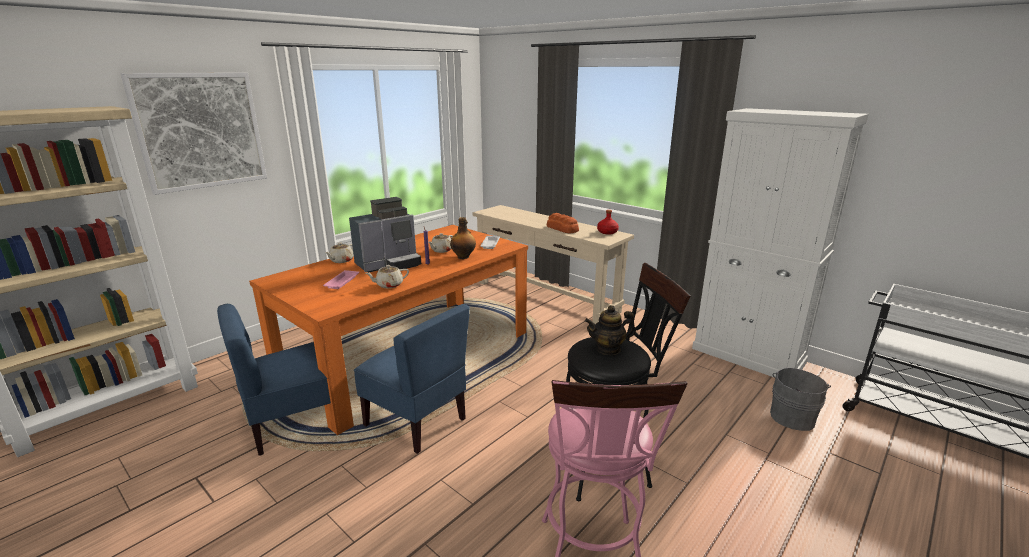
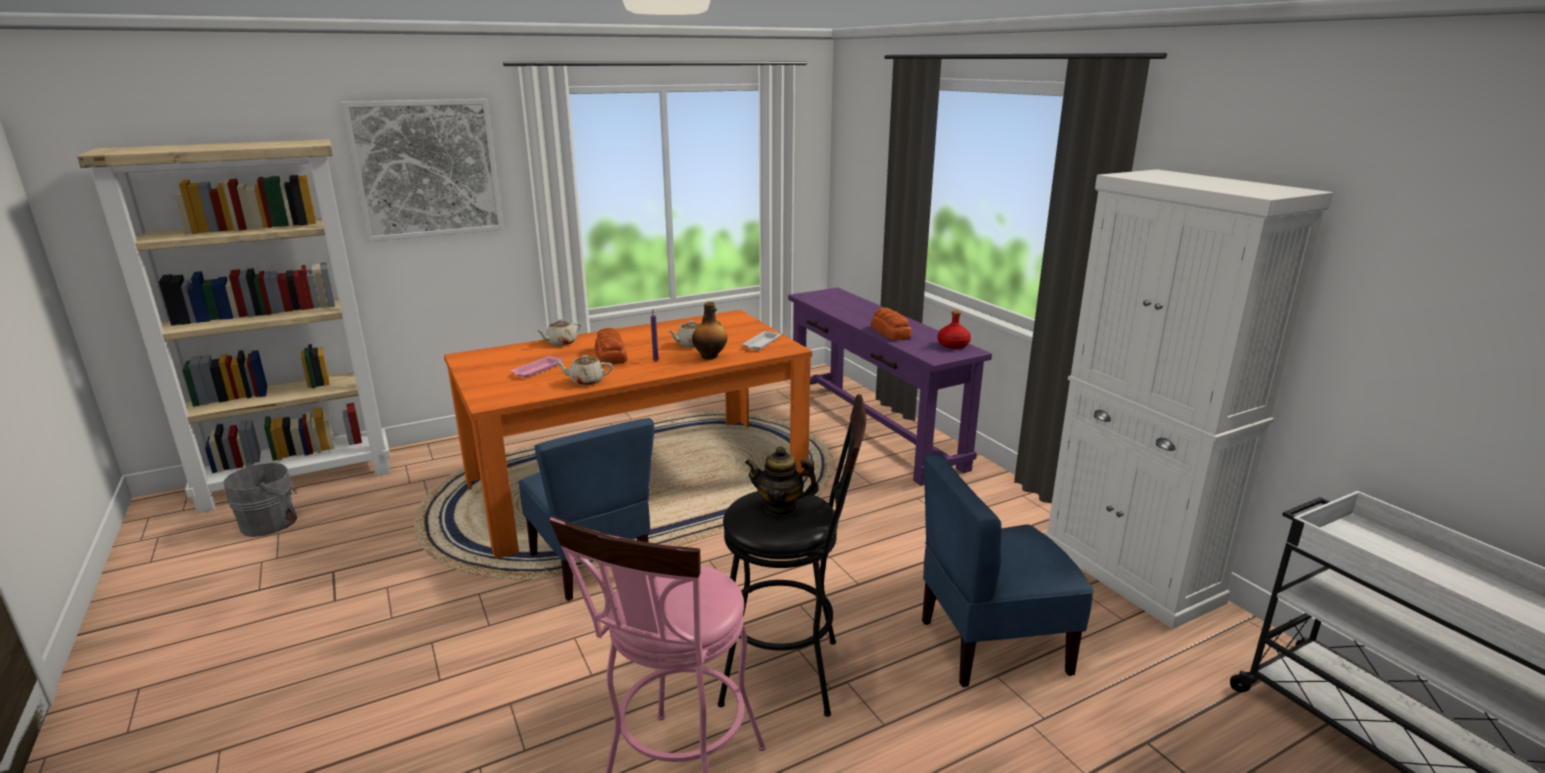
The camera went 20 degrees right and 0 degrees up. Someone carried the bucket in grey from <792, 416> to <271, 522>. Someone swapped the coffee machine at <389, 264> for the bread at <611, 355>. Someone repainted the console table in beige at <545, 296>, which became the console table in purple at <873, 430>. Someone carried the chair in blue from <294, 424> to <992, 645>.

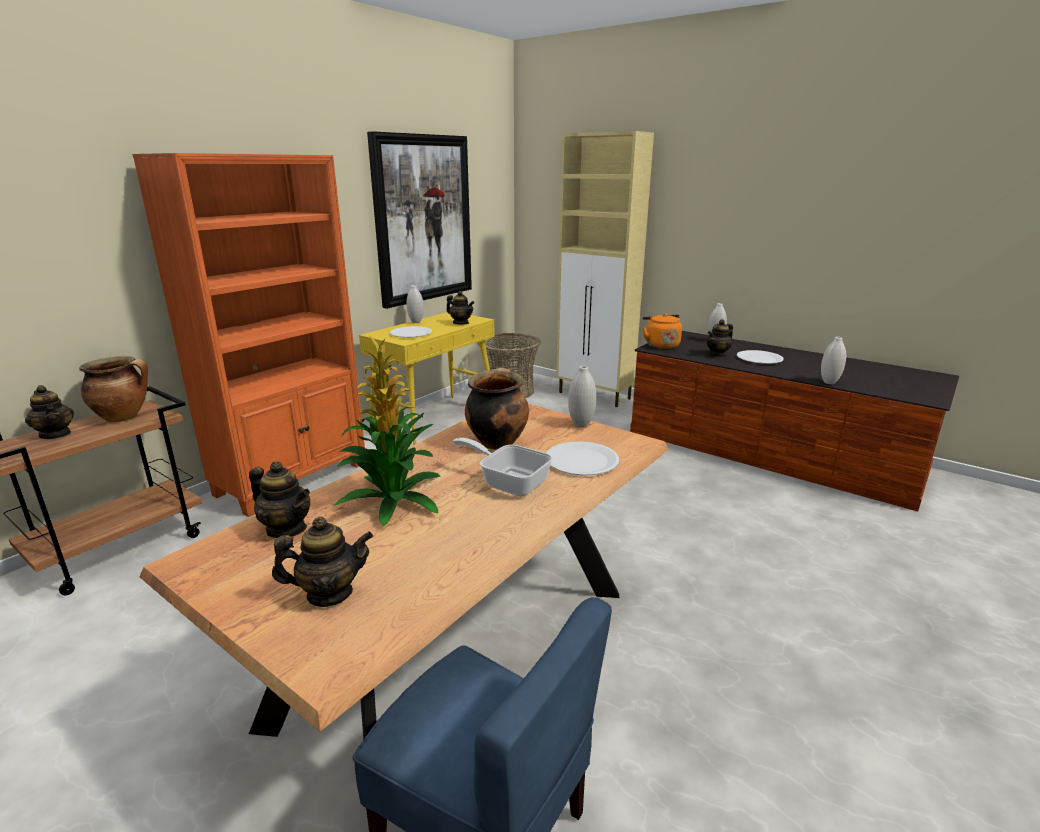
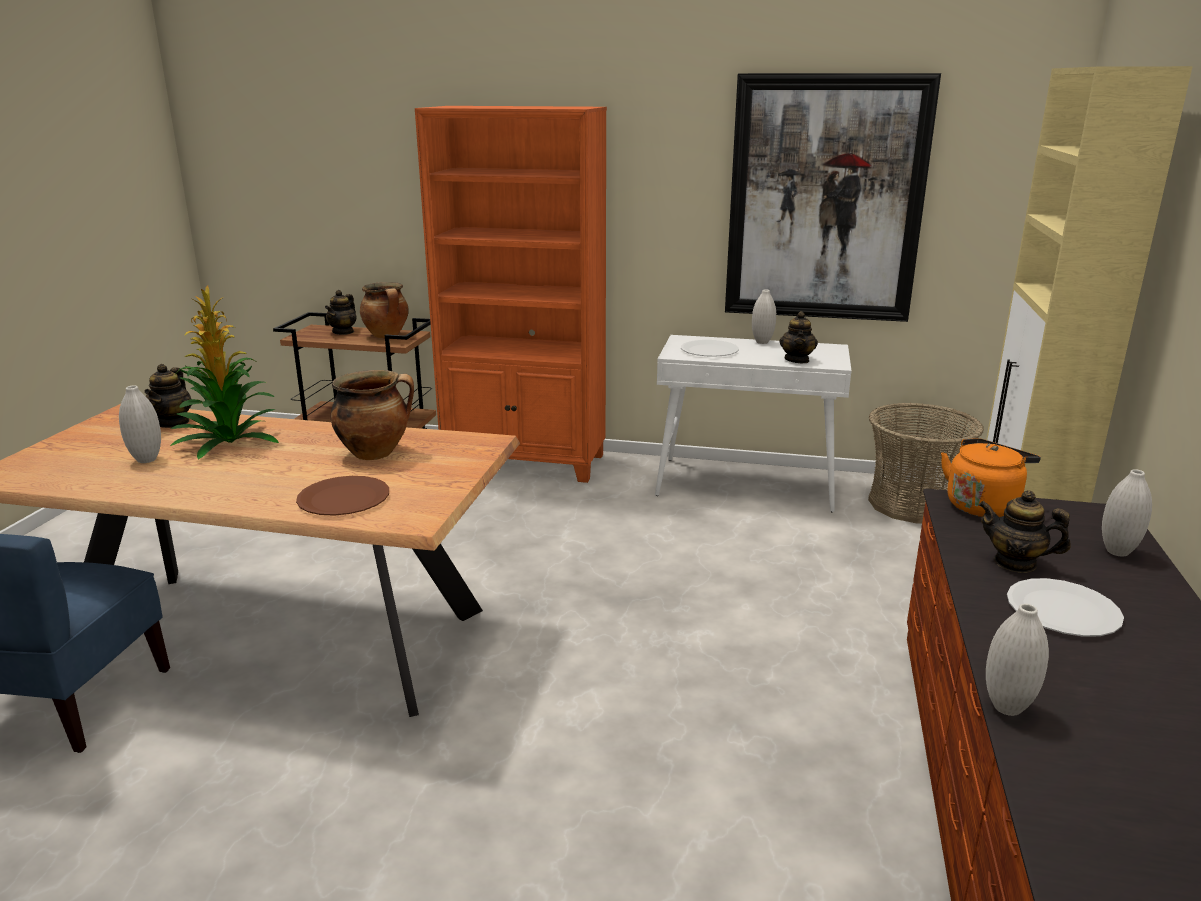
The camera went 65 degrees right and 0 degrees up. Someone carried the vase in white from <581, 425> to <147, 460>. Someone repainted the plate in white at <581, 461>, which became the plate in brown at <343, 498>. Someone repainted the console table in yellow at <435, 419>, which became the console table in white at <747, 484>. Someone took away the teapot at <329, 593>. Someone took away the frying pan at <509, 482>.

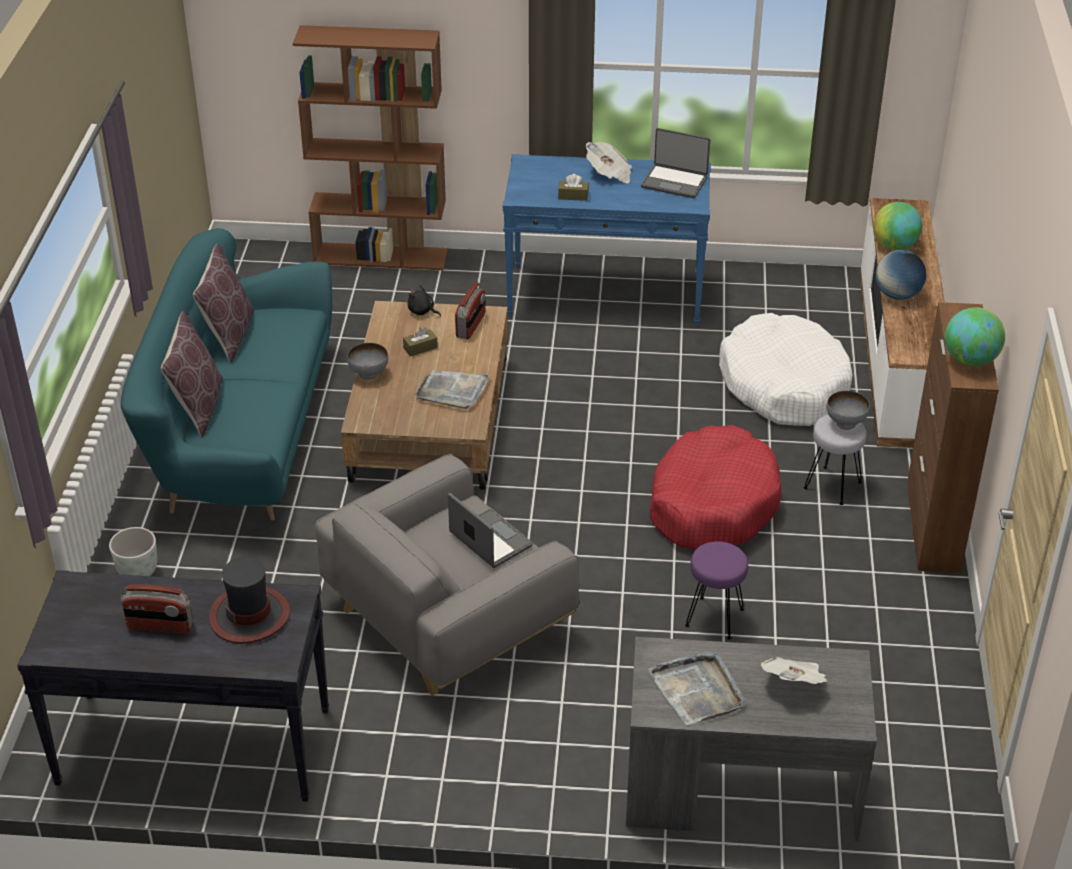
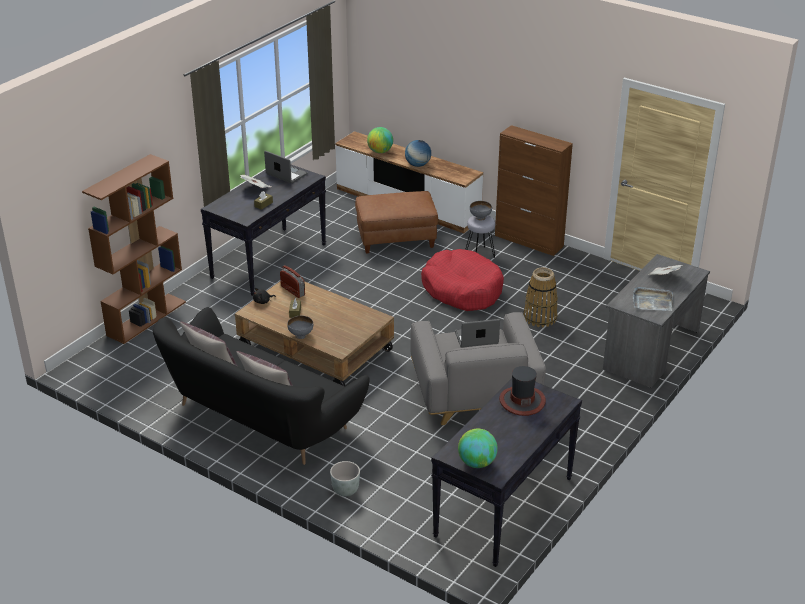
The camera went 60 degrees left and 5 degrees down. Someone repainted the sofa in turquoise at <241, 435>, which became the sofa in black at <260, 418>. Someone repainted the console table in blue at <606, 294>, which became the console table in black at <269, 260>. Someone rotated the laptop at <674, 182> by 105 degrees counterclockwise. Someone swapped the dog bed in white at <784, 385> for the ottoman in brown at <396, 239>. Someone carried the globe from <970, 360> to <477, 463>. Someone swapped the stool in purple at <714, 618> for the basket at <540, 317>. Someone took away the radio at <160, 626>. Someone took away the tray in grey at <452, 391>.

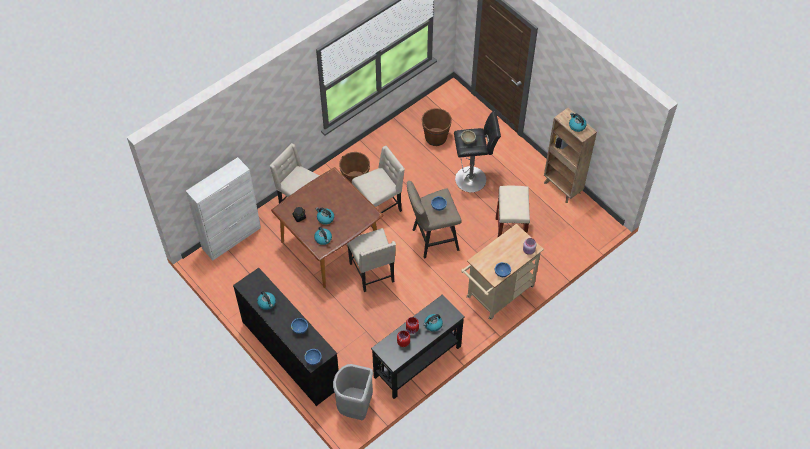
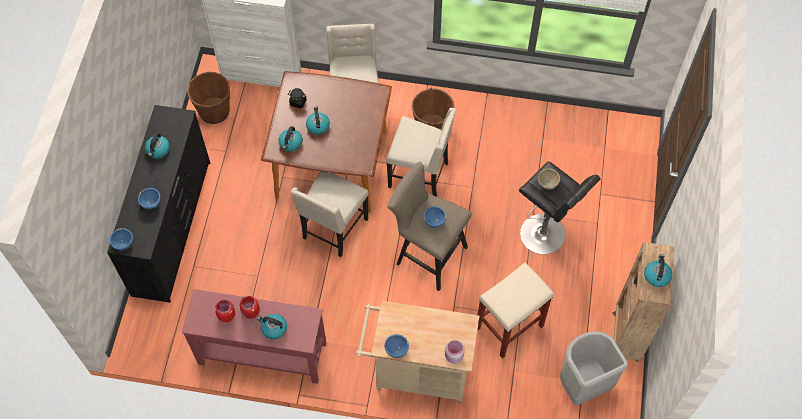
The camera went 50 degrees right and 5 degrees up. Someone repainted the console table in black at <417, 361>, which became the console table in red at <262, 353>. Someone carried the bucket in brown from <436, 137> to <214, 111>. Someone carried the trash can in grey from <355, 406> to <583, 384>.

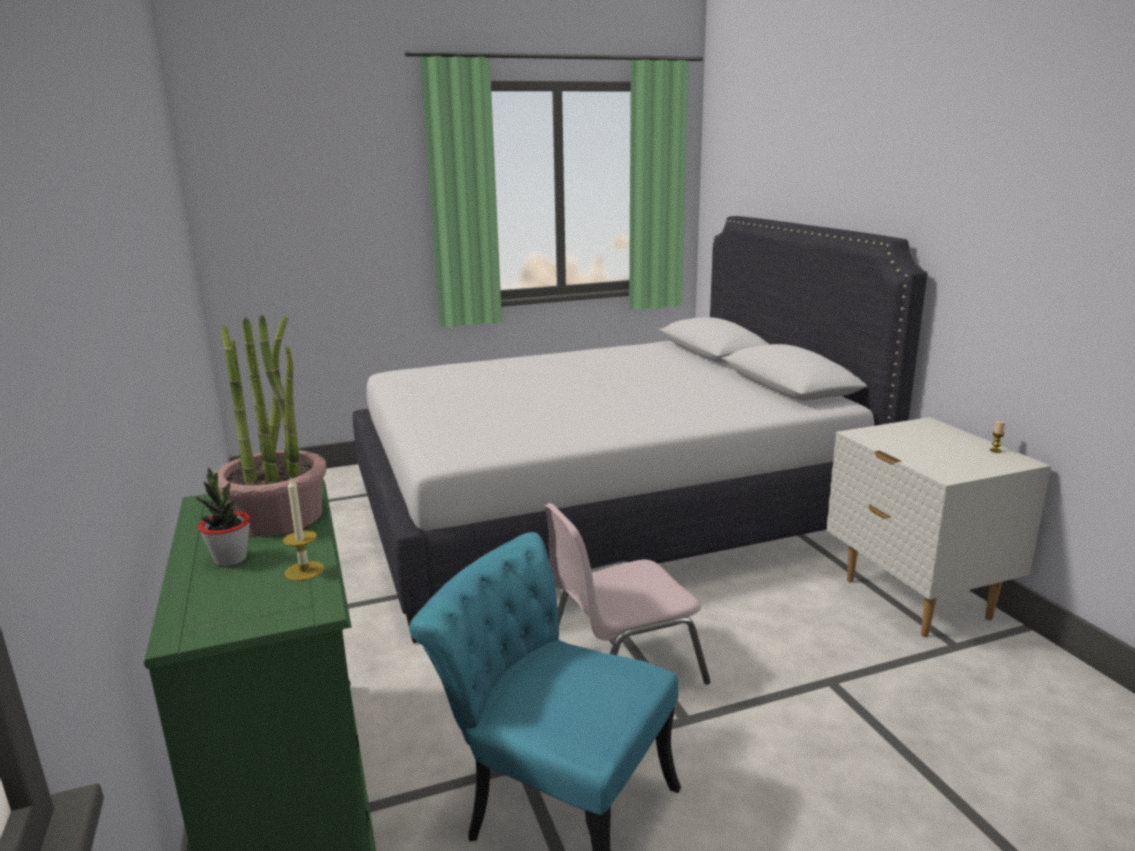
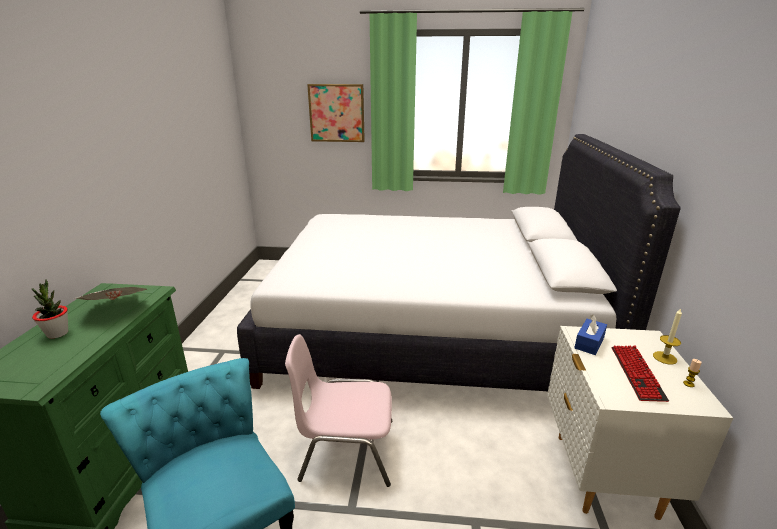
The camera went 25 degrees right and 5 degrees up. Someone swapped the potted plant at <277, 515> for the newspaper at <117, 308>. Someone put up the picture at <337, 113>. Someone put down the tissue box in blue at <589, 343>. Someone put down the keyboard at <637, 373>. Someone carried the candle from <304, 571> to <664, 358>.

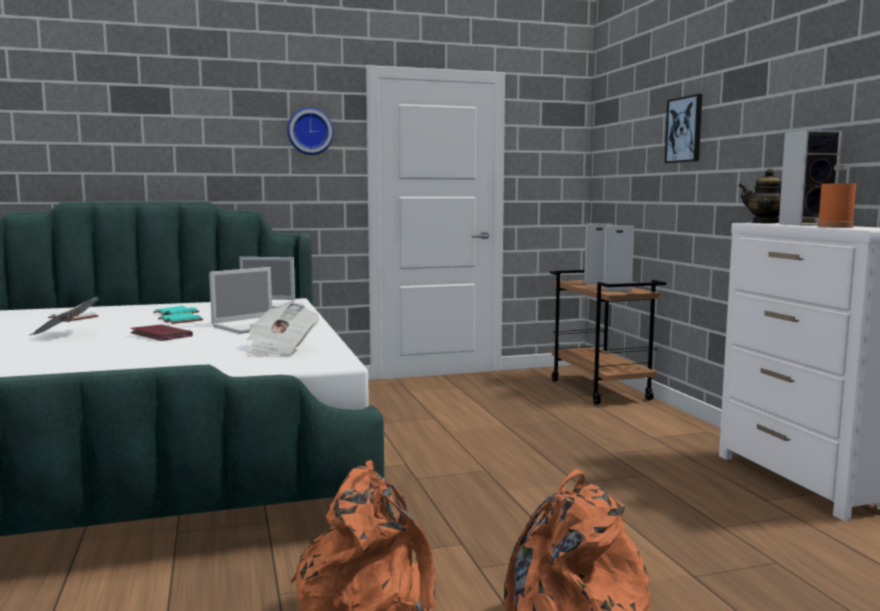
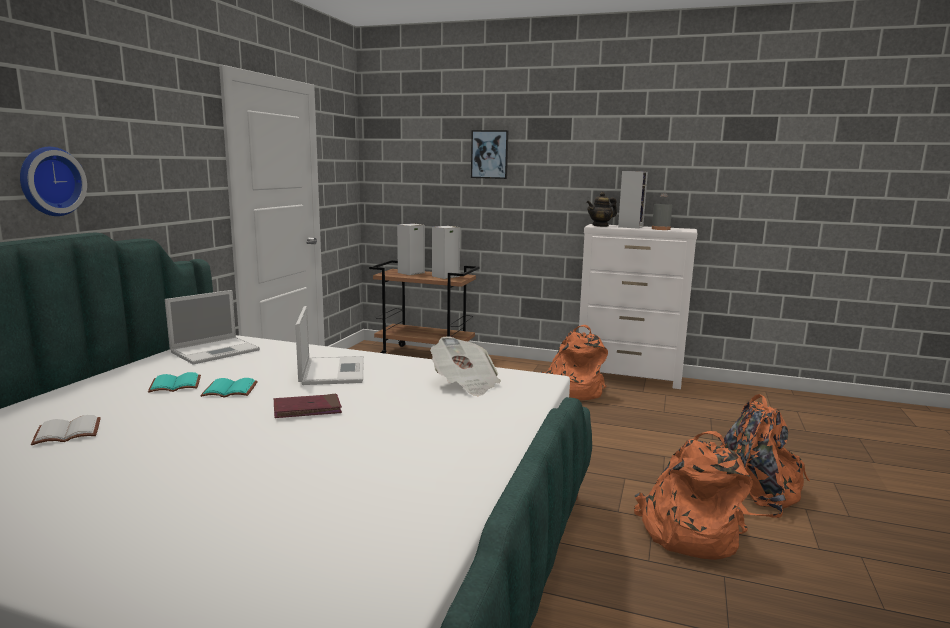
The camera went 55 degrees left and 5 degrees up. Someone carried the wall clock from <310, 131> to <49, 181>. Someone put down the backpack in orange at <572, 391>. Someone repainted the bottle in orange at <835, 227>, which became the bottle in grey at <661, 229>. Someone took away the newspaper at <65, 335>.

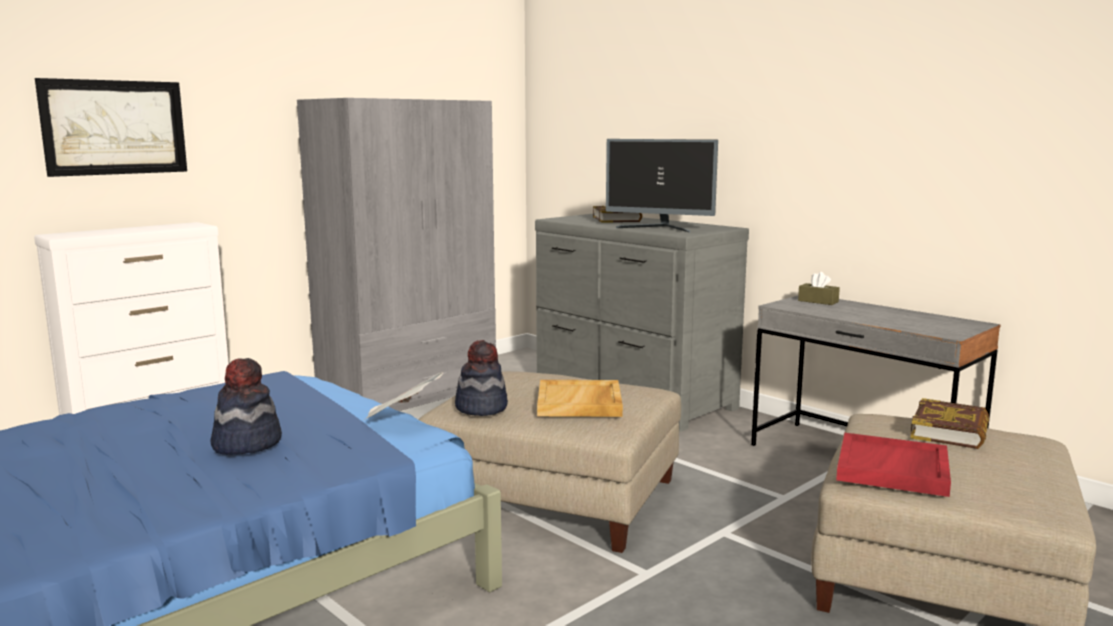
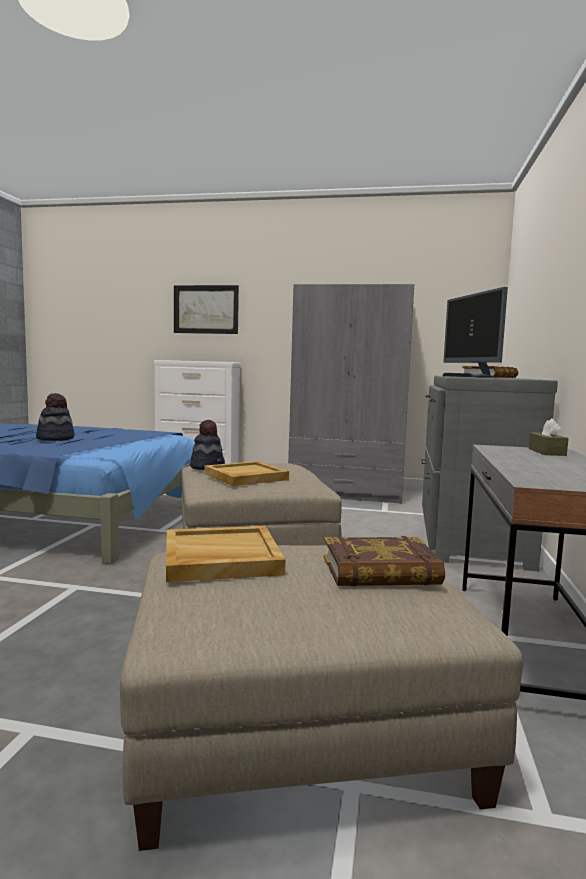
The camera went 55 degrees right and 5 degrees down. Someone repainted the tray in red at <893, 469>, which became the tray in beige at <220, 558>. Someone took away the newspaper at <402, 417>.

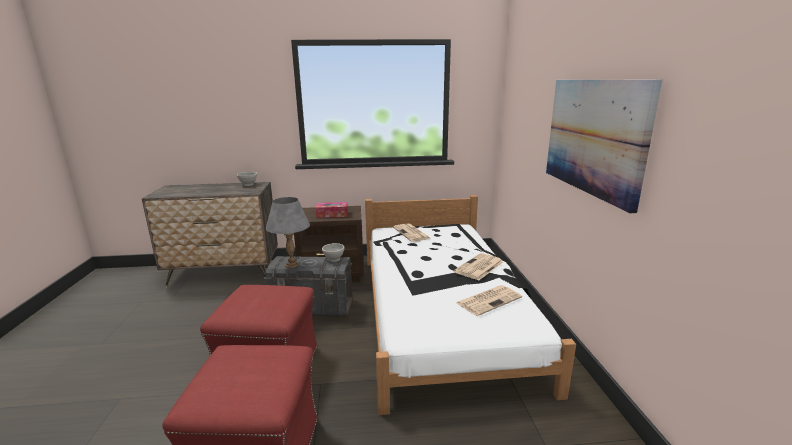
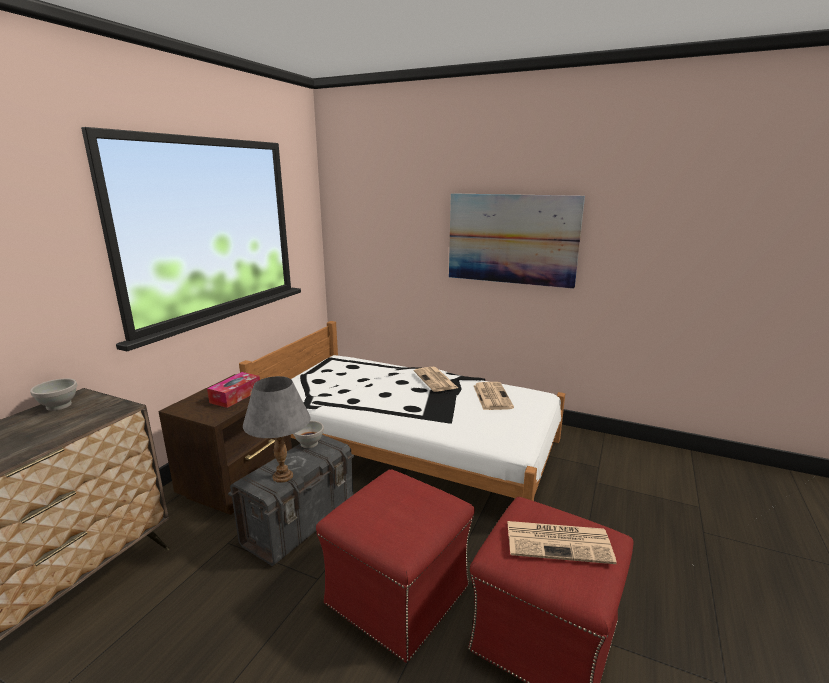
The camera went 60 degrees left and 0 degrees up. Someone carried the newspaper from <412, 233> to <559, 542>.

